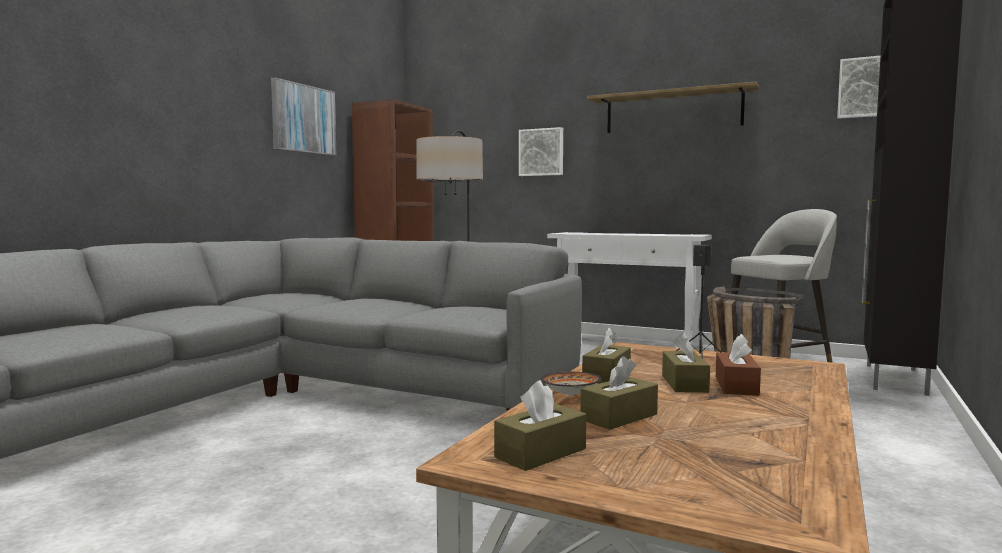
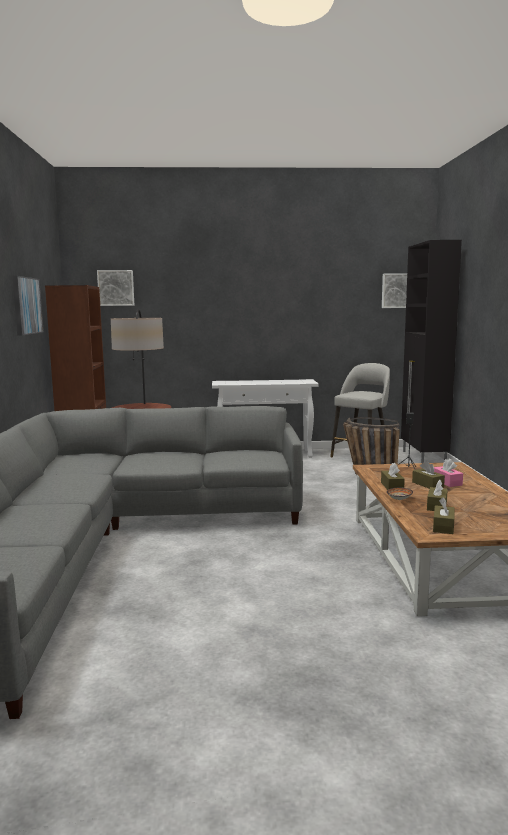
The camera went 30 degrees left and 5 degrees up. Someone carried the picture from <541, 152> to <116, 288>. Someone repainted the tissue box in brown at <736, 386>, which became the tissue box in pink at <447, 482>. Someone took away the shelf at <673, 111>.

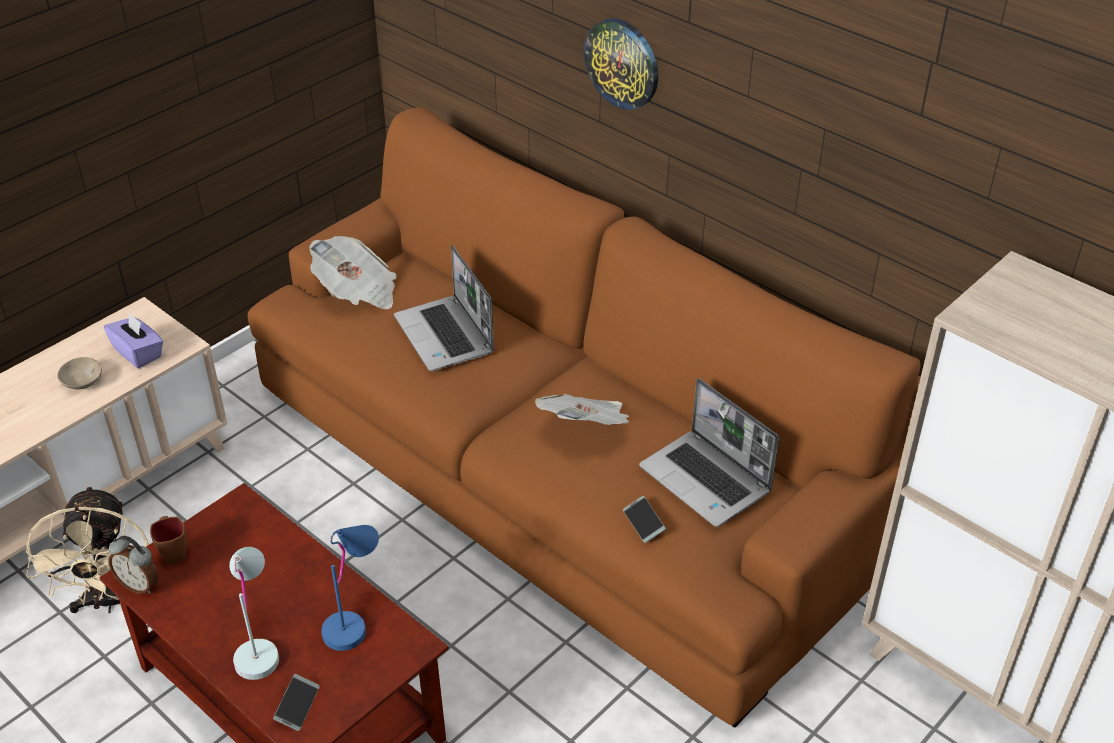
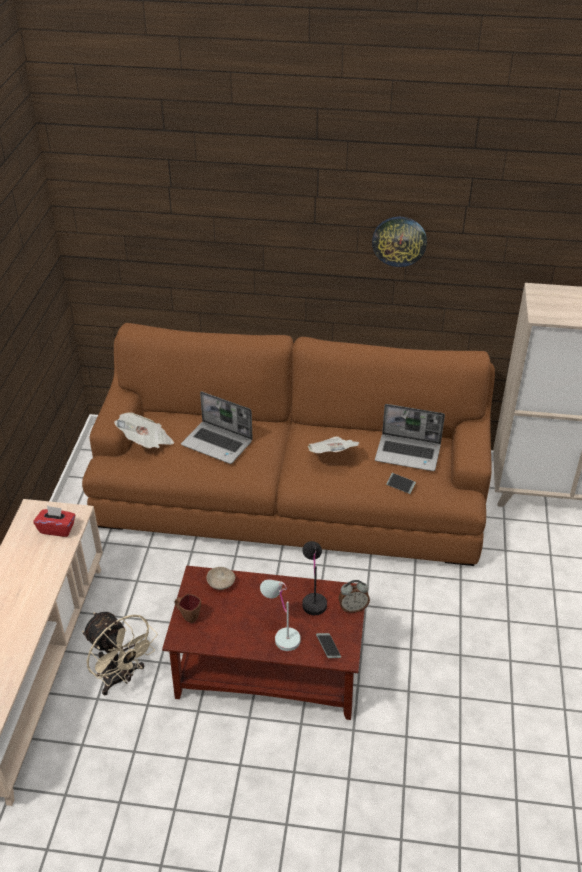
The camera went 35 degrees left and 0 degrees up. Someone repainted the tissue box in purple at <138, 353>, which became the tissue box in red at <57, 529>. Someone carried the bowl in beige from <81, 381> to <220, 583>. Someone repainted the table lamp in blue at <356, 618>, which became the table lamp in black at <313, 596>. Someone carried the alarm clock from <140, 585> to <353, 608>. Someone carried the wall clock from <622, 63> to <399, 241>.

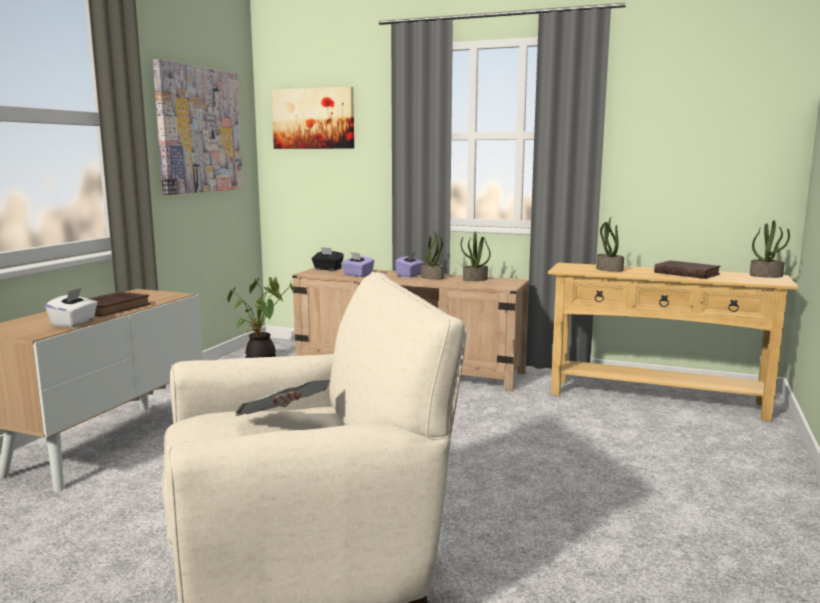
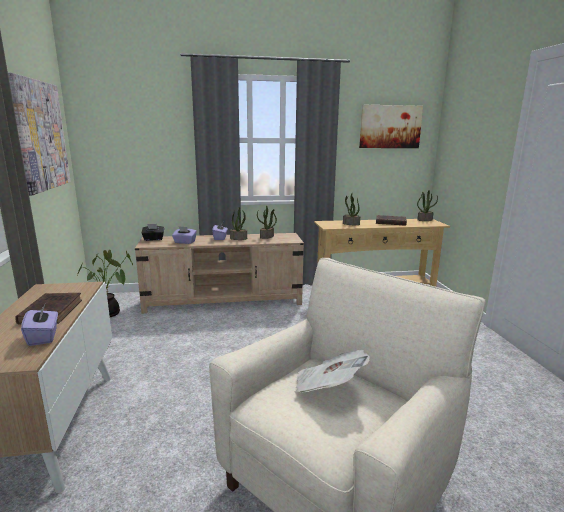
The camera went 30 degrees left and 5 degrees up. Someone repainted the tissue box in white at <74, 323>, which became the tissue box in purple at <43, 337>. Someone carried the picture from <313, 118> to <390, 127>.

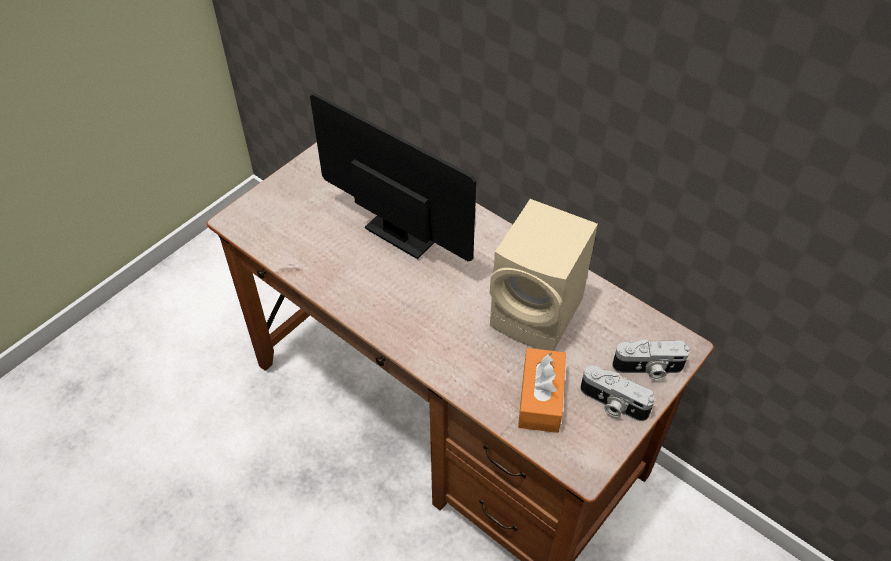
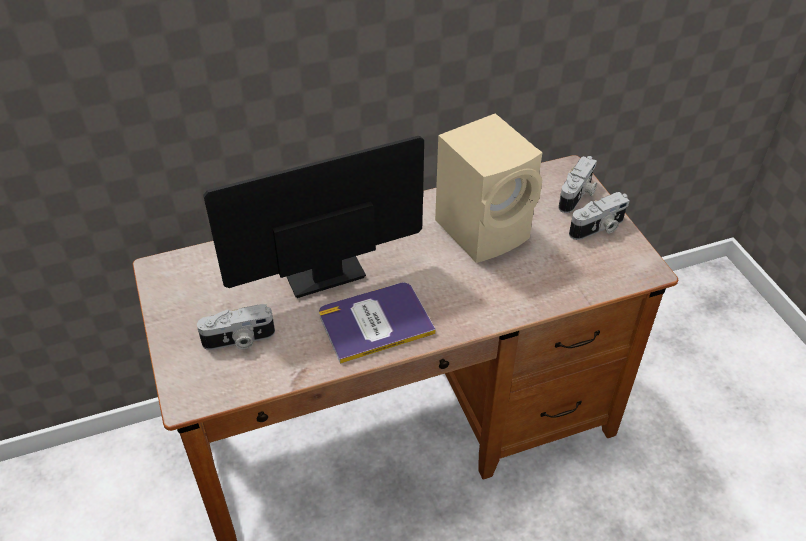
The camera went 60 degrees left and 5 degrees down. Someone put down the photo camera at <239, 340>. Someone put down the book at <375, 322>. Someone took away the tissue box in orange at <540, 398>.

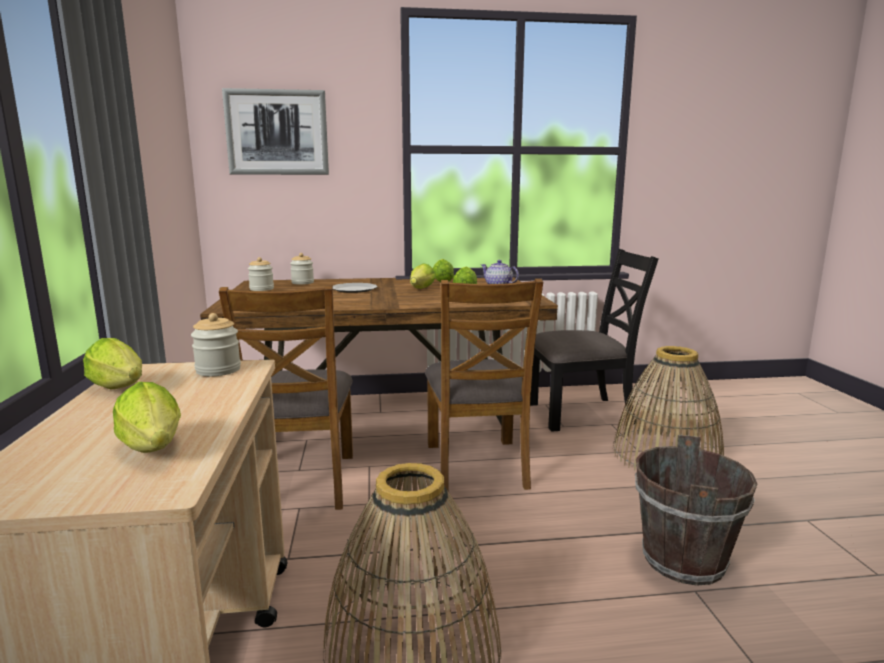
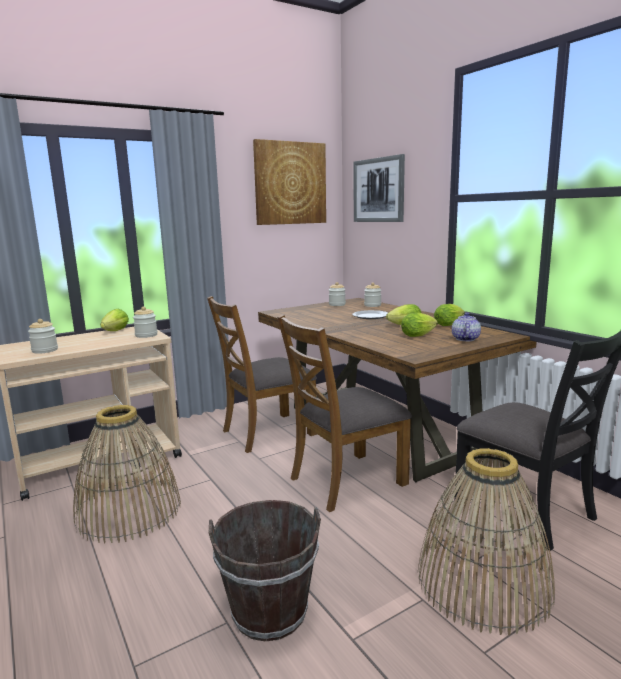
The camera went 65 degrees right and 0 degrees up. Someone swapped the lettuce at <154, 450> for the jar at <45, 350>. Someone put up the picture at <290, 183>.

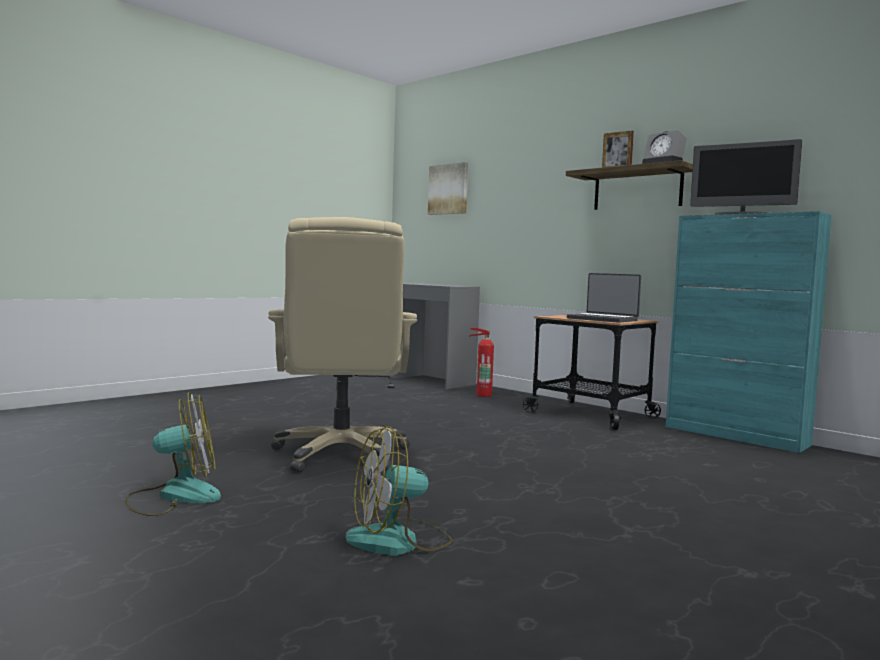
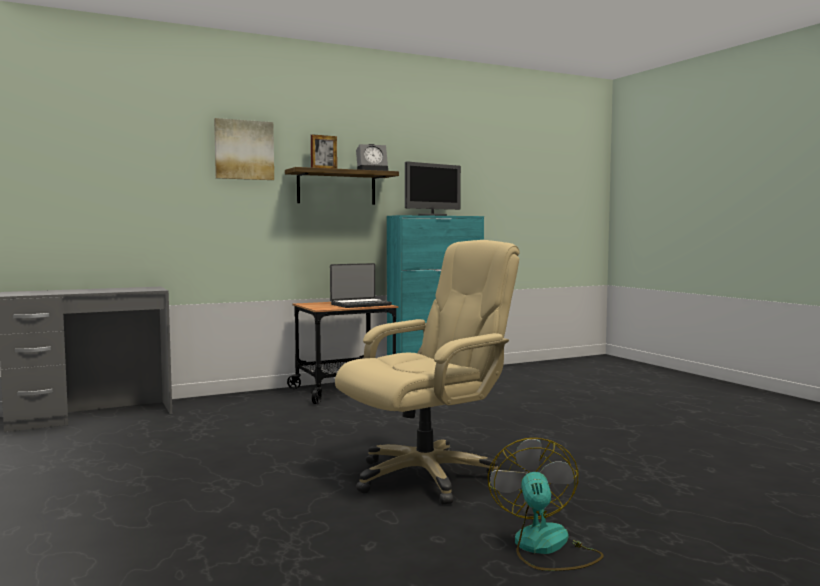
The camera went 70 degrees left and 0 degrees up. Someone carried the picture from <448, 189> to <244, 150>. Someone rotated the office chair in beige at <341, 454> by 45 degrees counterclockwise. Someone took away the fan at <399, 541>. Someone took away the fire extinguisher at <482, 395>.

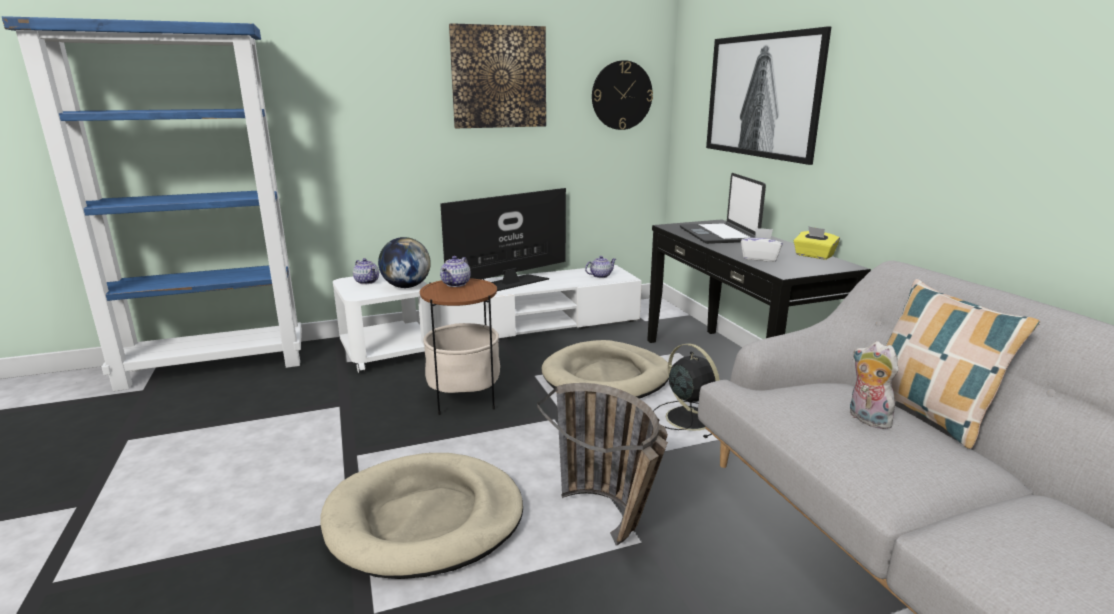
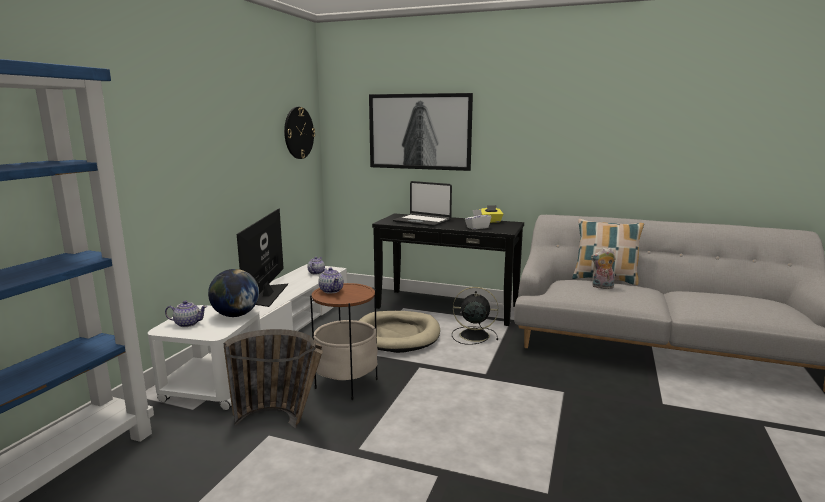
The camera went 50 degrees left and 5 degrees down. Someone carried the basket from <612, 525> to <282, 421>. Someone took away the dog bed in beige at <425, 519>. Someone took away the picture at <499, 77>.

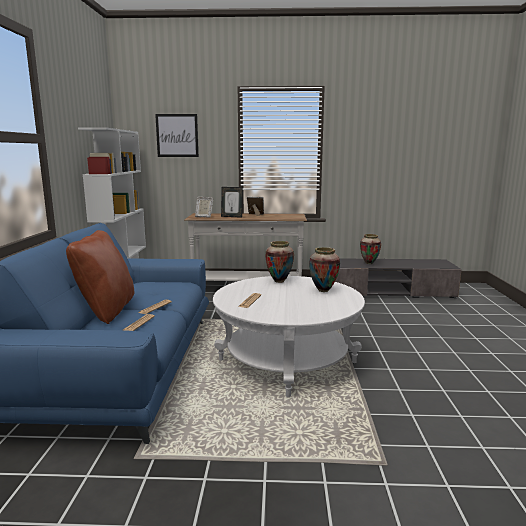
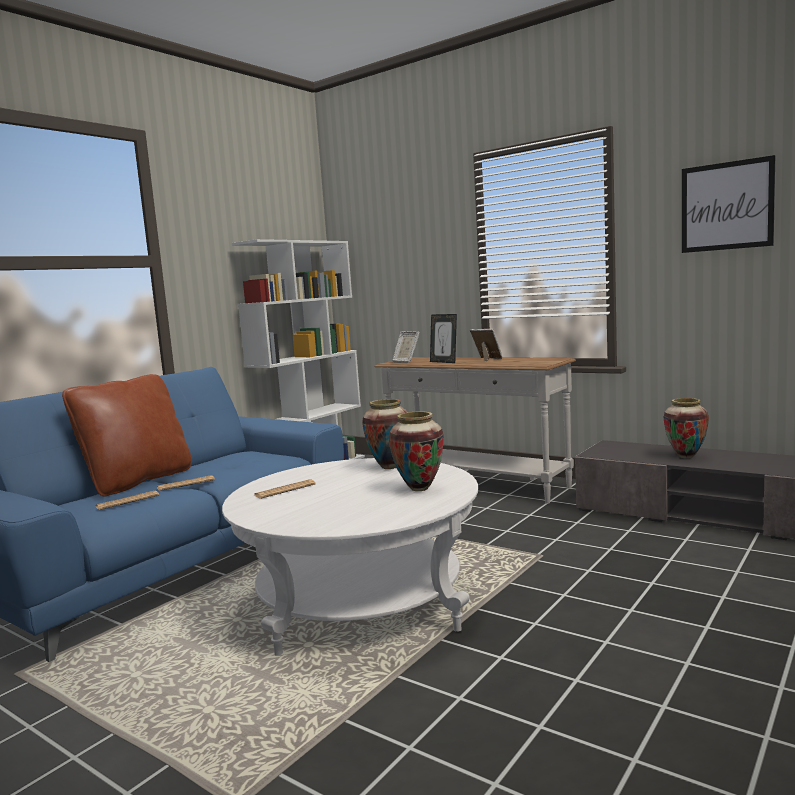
The camera went 35 degrees right and 5 degrees down. Someone carried the picture from <177, 135> to <726, 206>.

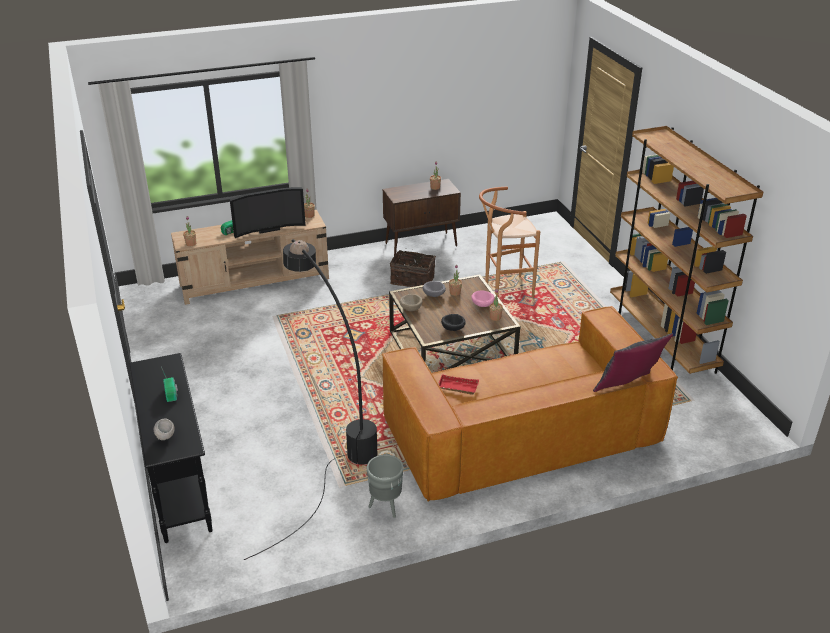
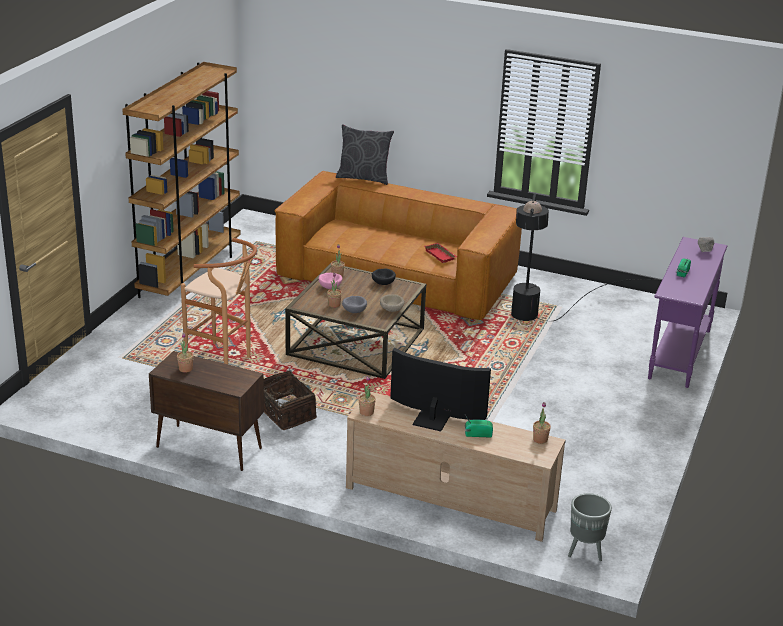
The camera went 140 degrees left and 5 degrees down. Someone carried the planter in grey from <385, 507> to <585, 552>. Someone repainted the console table in black at <179, 488>, which became the console table in purple at <679, 354>.

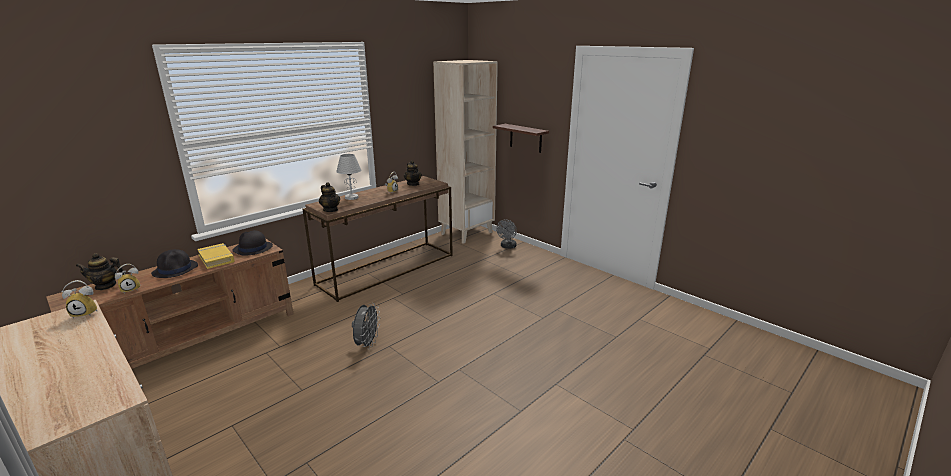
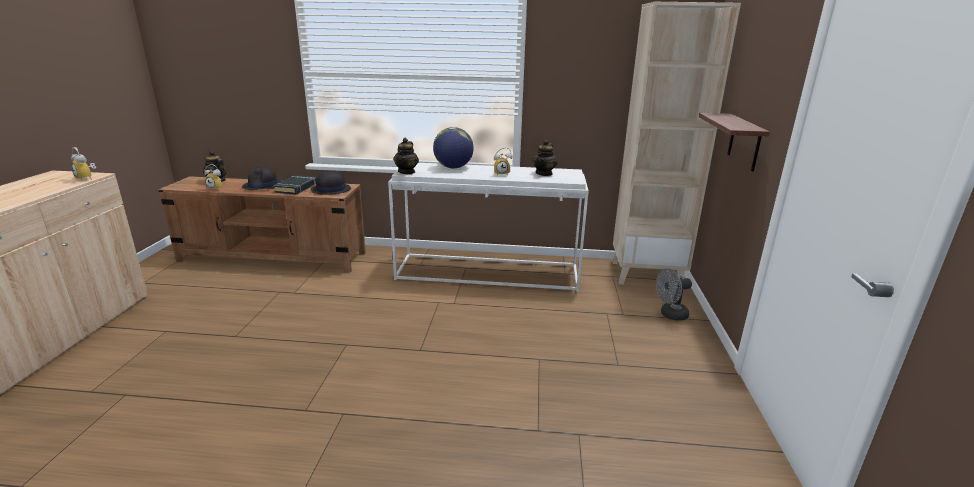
The camera went 50 degrees right and 0 degrees up. Someone repainted the book in yellow at <216, 258>, which became the book in black at <296, 188>. Someone repainted the console table in brown at <387, 269>, which became the console table in white at <489, 272>. Someone swapped the table lamp in white at <351, 197> for the globe at <453, 167>. Someone took away the fan in grey at <367, 344>.

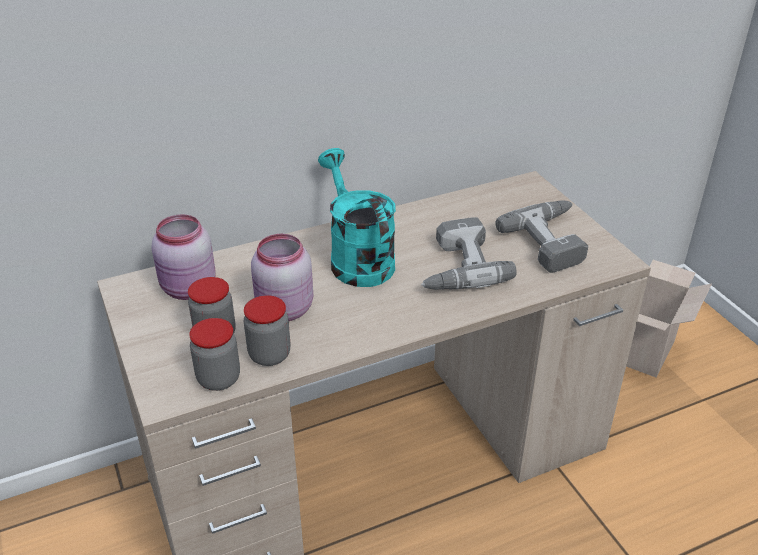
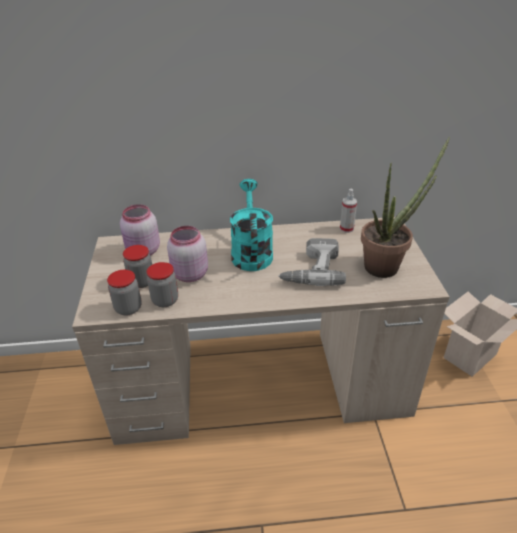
The camera went 20 degrees right and 0 degrees up. Someone put down the spray bottle at <346, 229>. Someone swapped the power drill at <553, 241> for the potted plant at <387, 265>.

